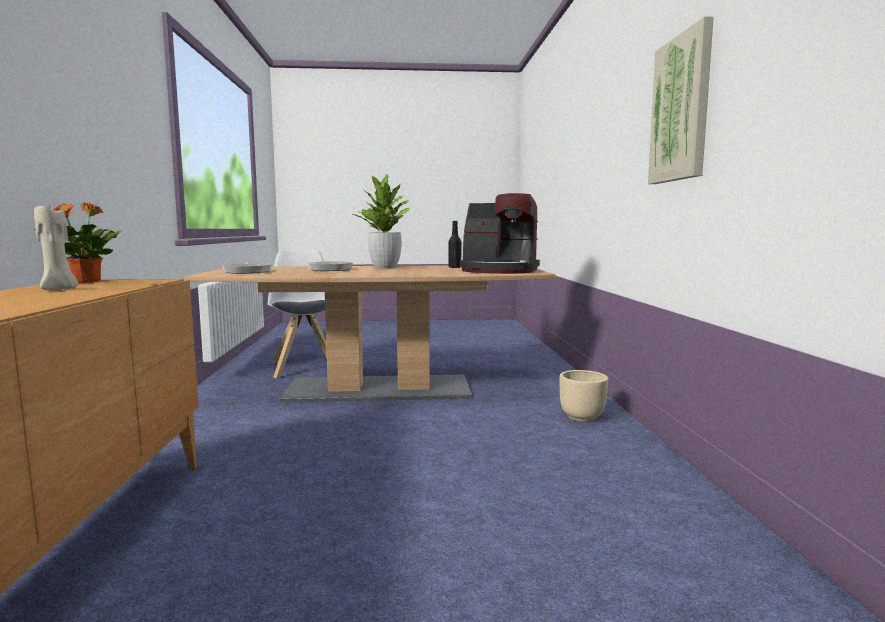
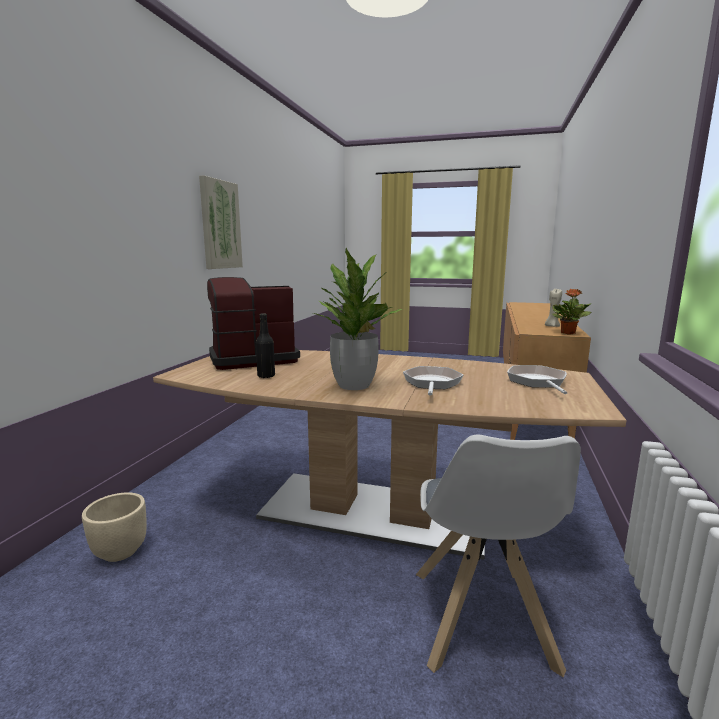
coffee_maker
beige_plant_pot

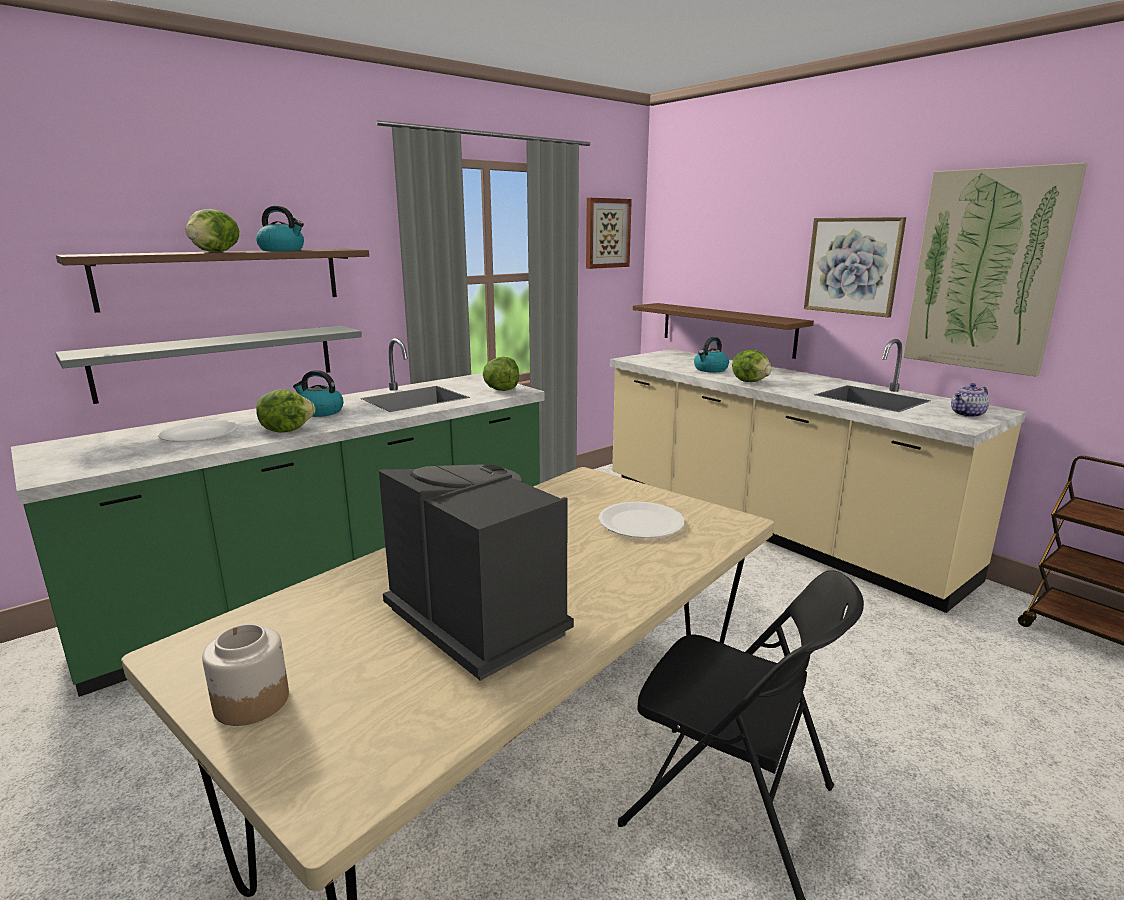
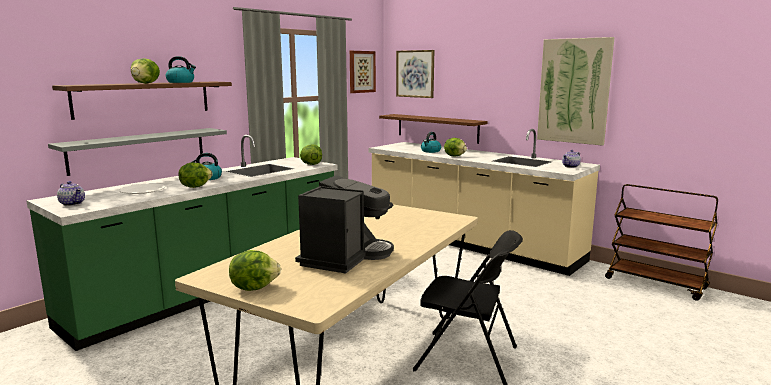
picture (2nd from left)
coffee_maker
whitish_plate (2nd from left in the first image)
lettuce_head (3rd from left)
pot_for_tea (1st from left)

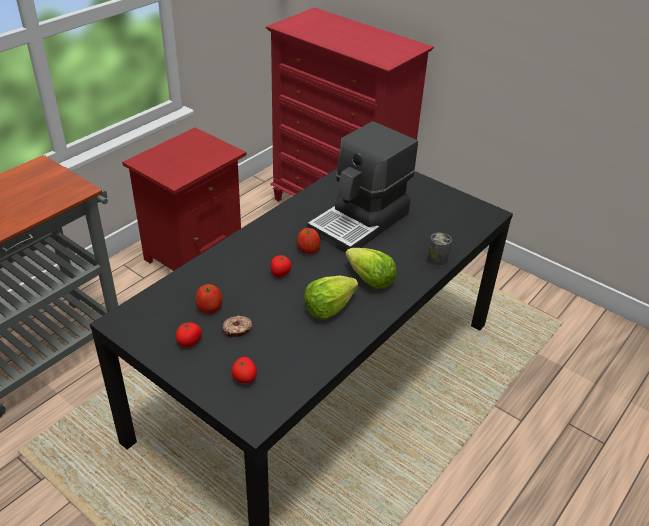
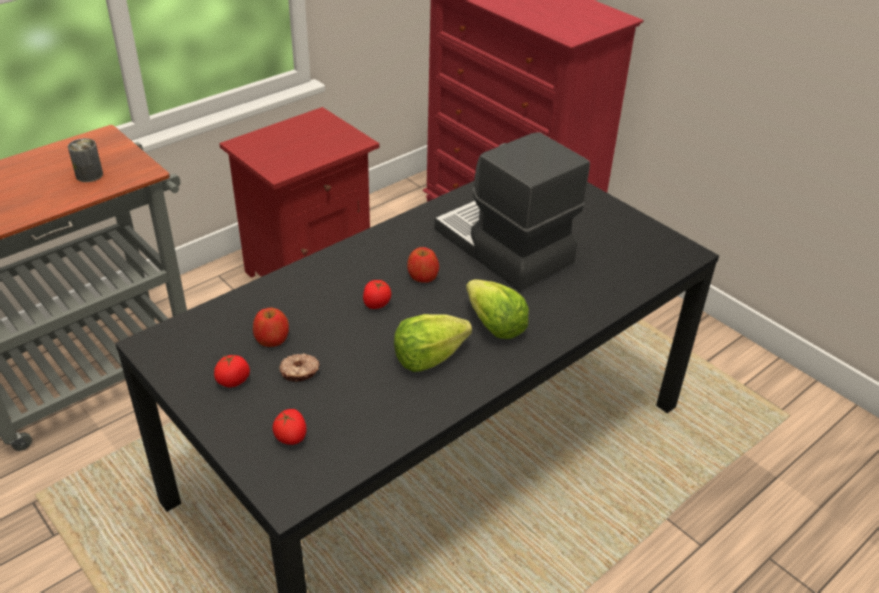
coffee_maker
metal_can

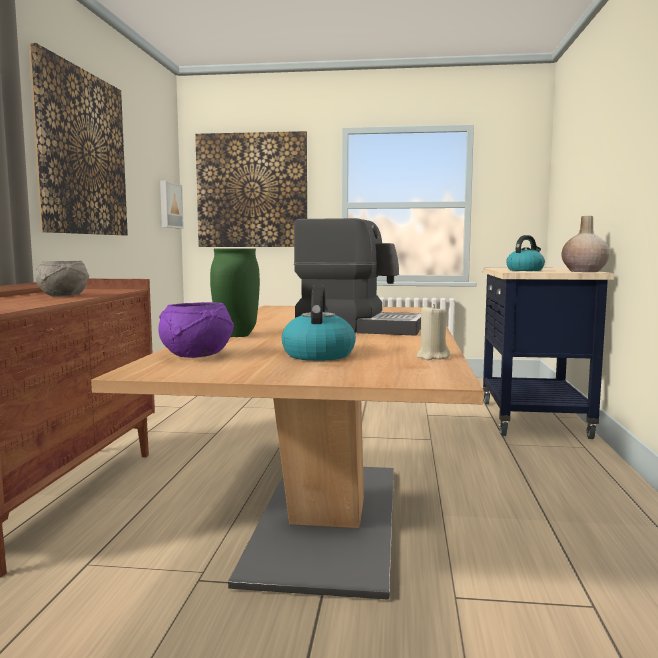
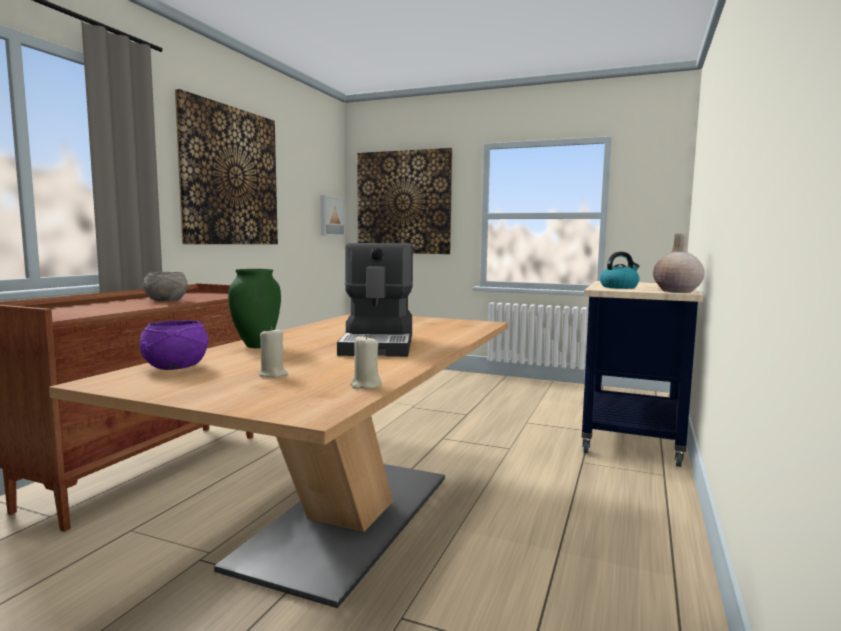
coffee_maker
beige_wax_candle (1st from left)

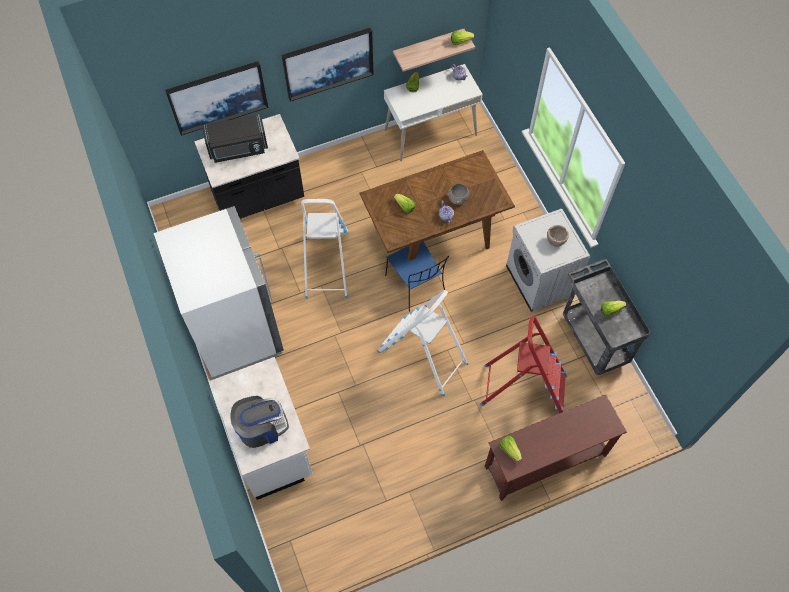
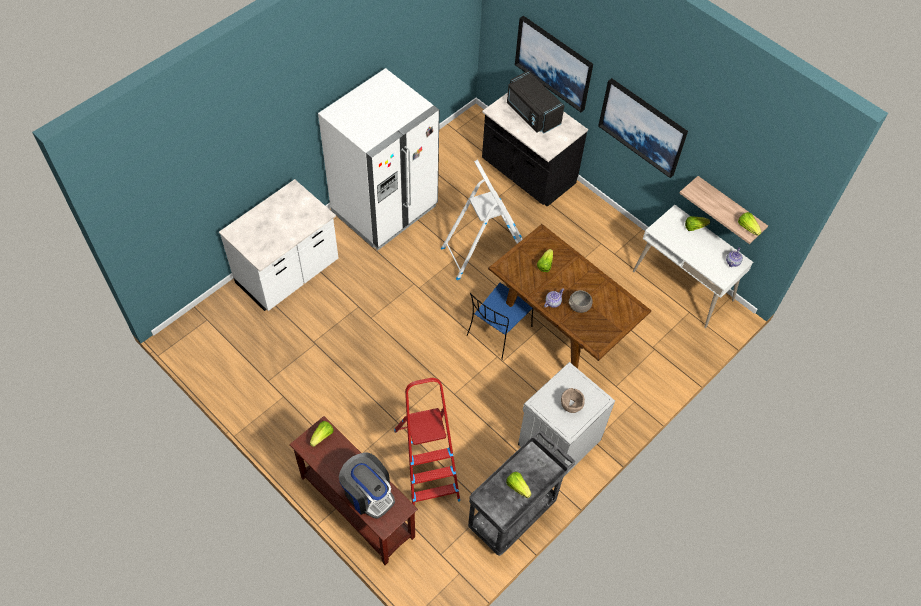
whitish_step_stool (2nd from left in the first image)
coffee_maker

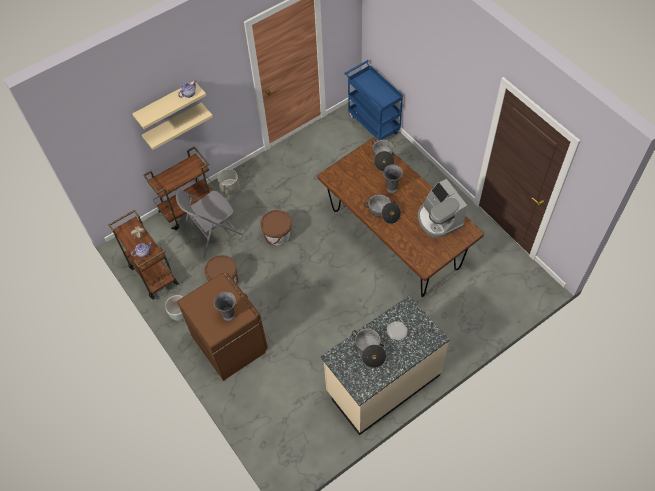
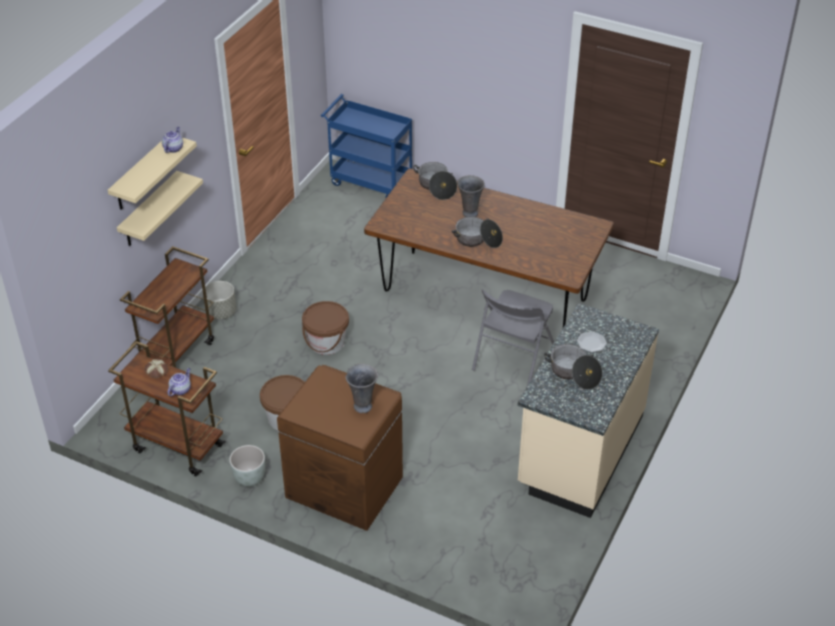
coffee_maker
greyish_chair

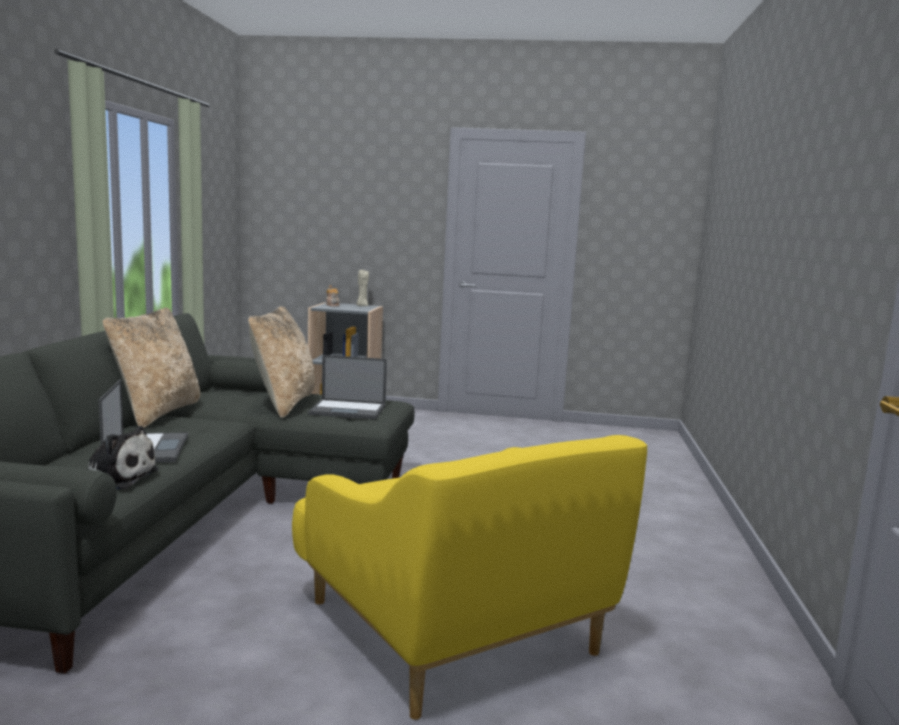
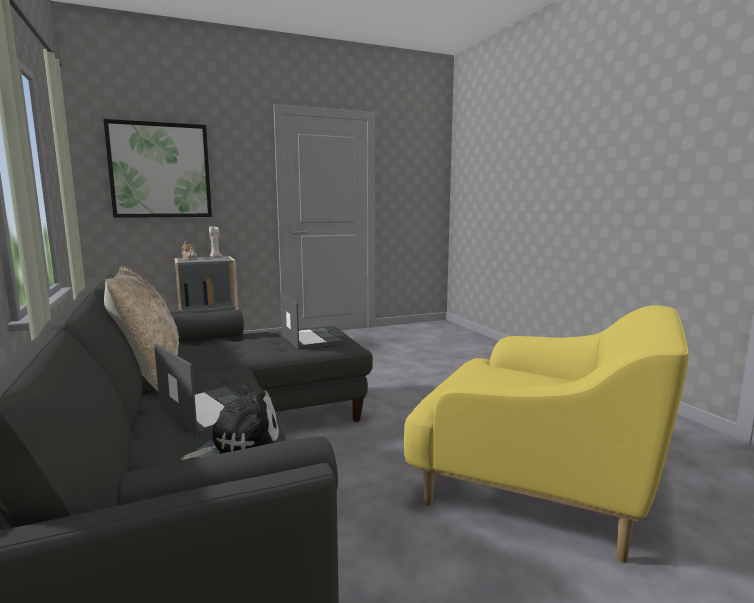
beige_cushion (2nd from left in the first image)
notebook_computer (2nd from left)
picture

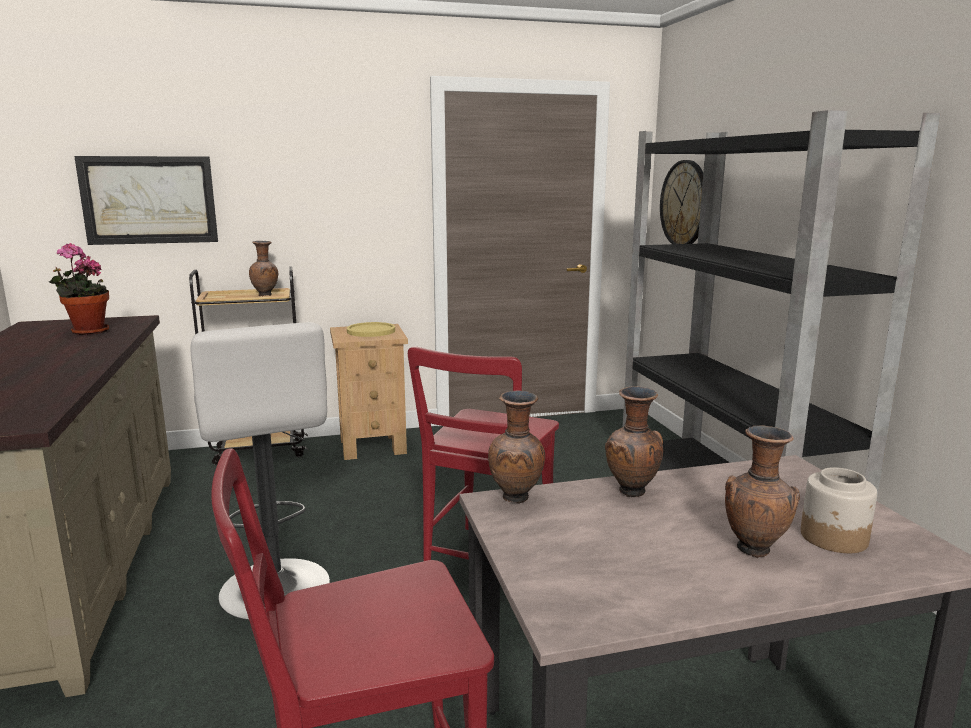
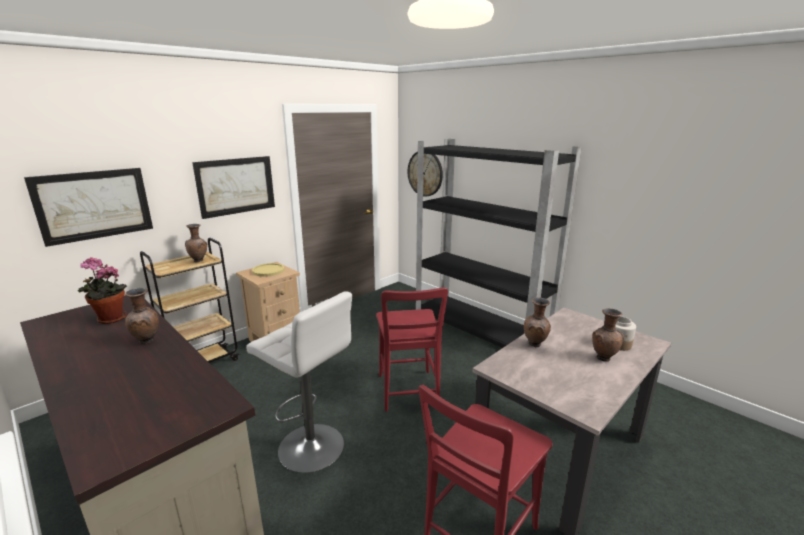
brownish_decorative_vase (1st from left)
picture (2nd from left)

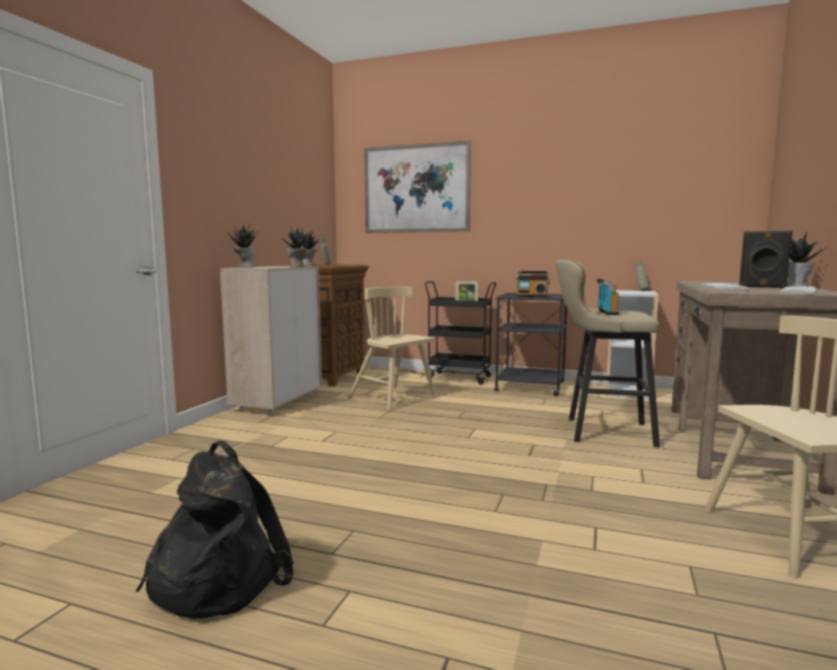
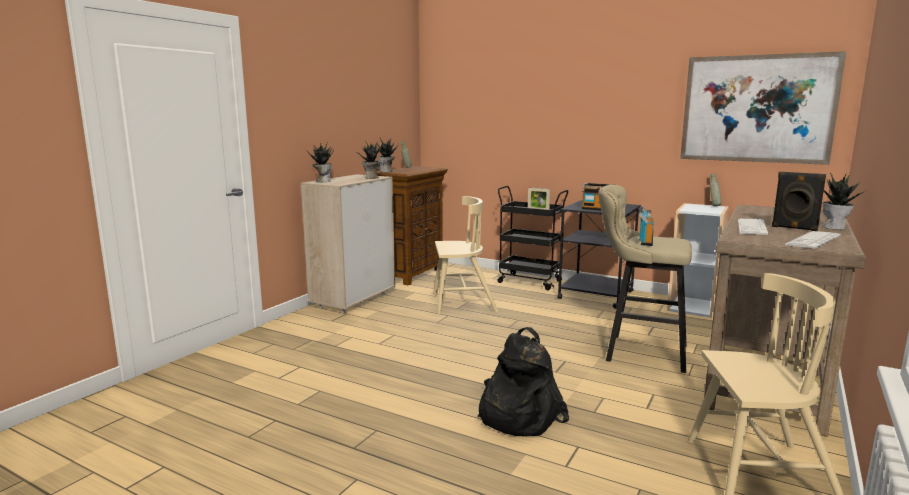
picture
beige_chair (1st from left)
blackish_rucksack

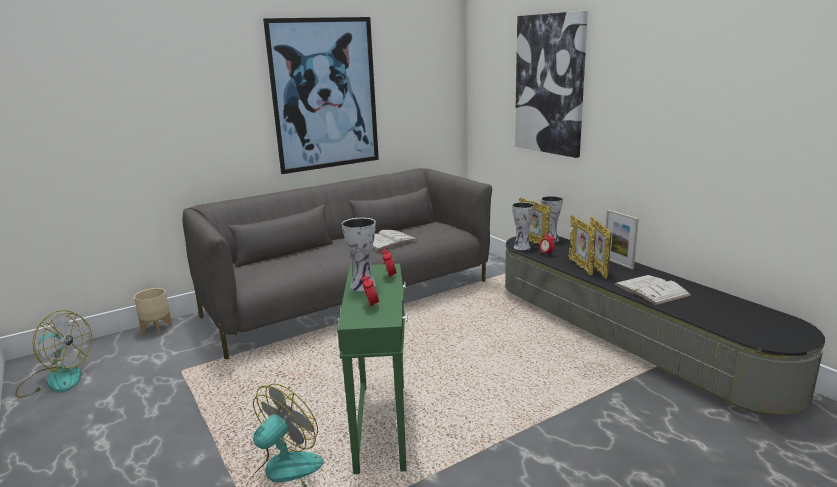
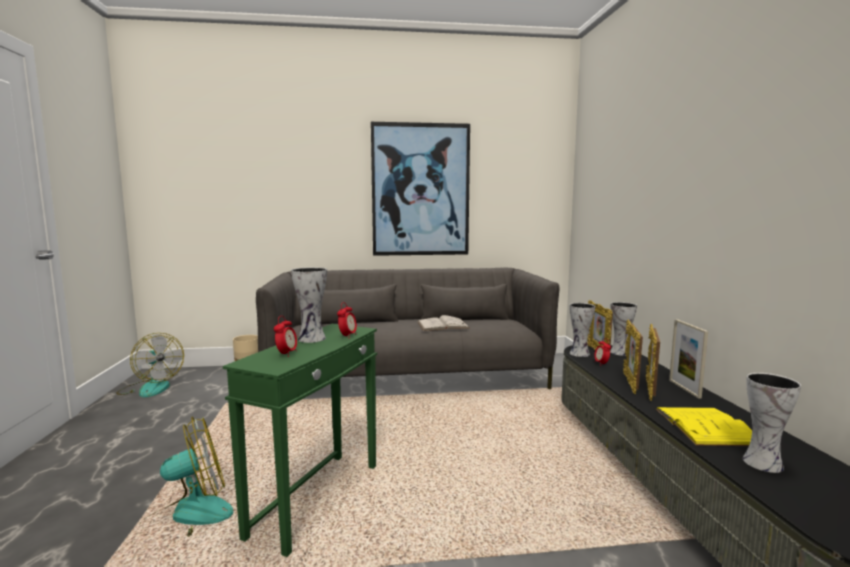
picture (2nd from left in the first image)
yellowish_bound_book
decorative_vase (4th from left)

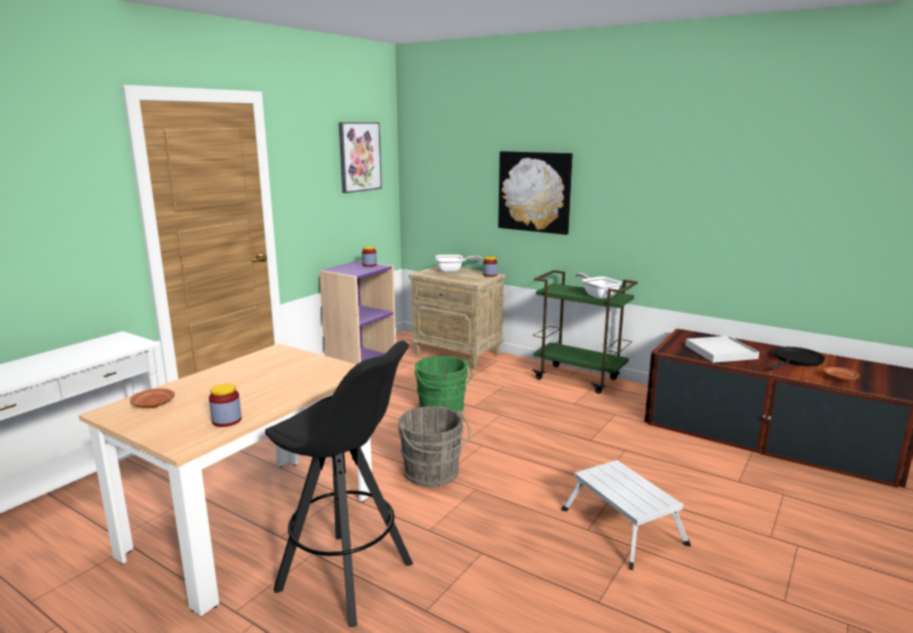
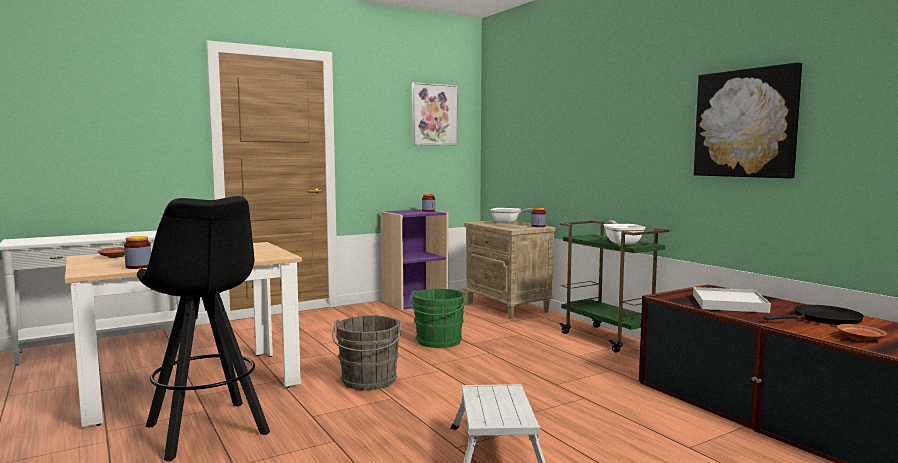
picture (2nd from left)

